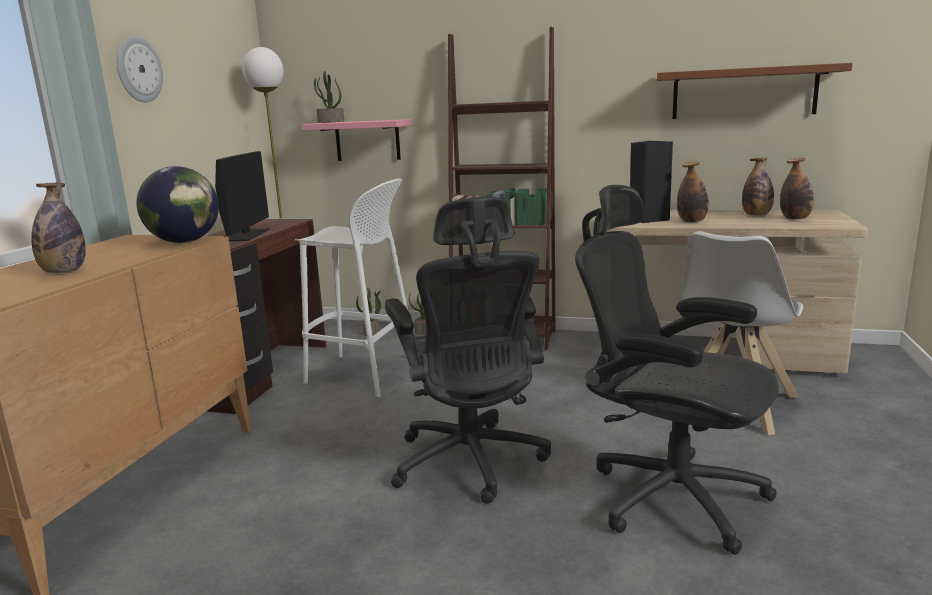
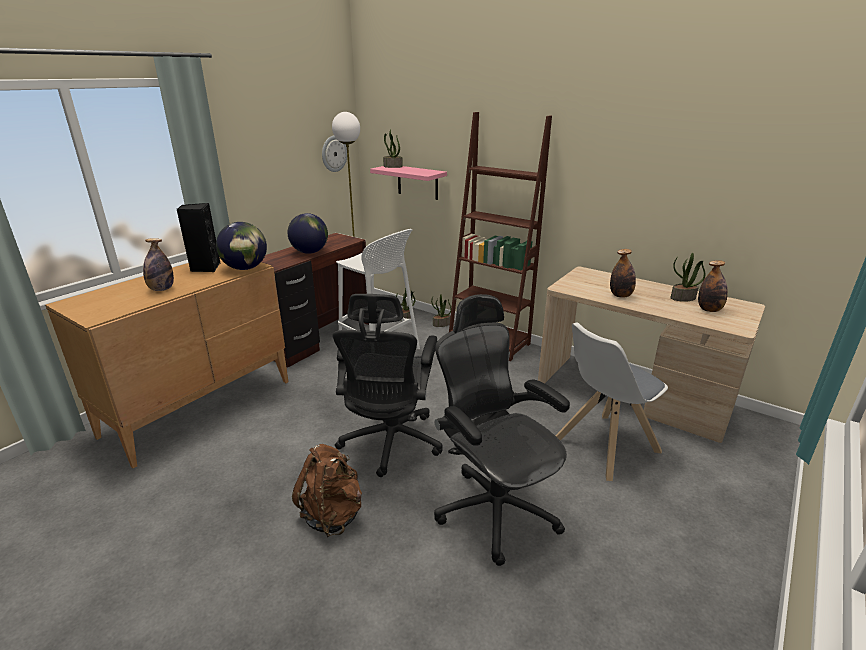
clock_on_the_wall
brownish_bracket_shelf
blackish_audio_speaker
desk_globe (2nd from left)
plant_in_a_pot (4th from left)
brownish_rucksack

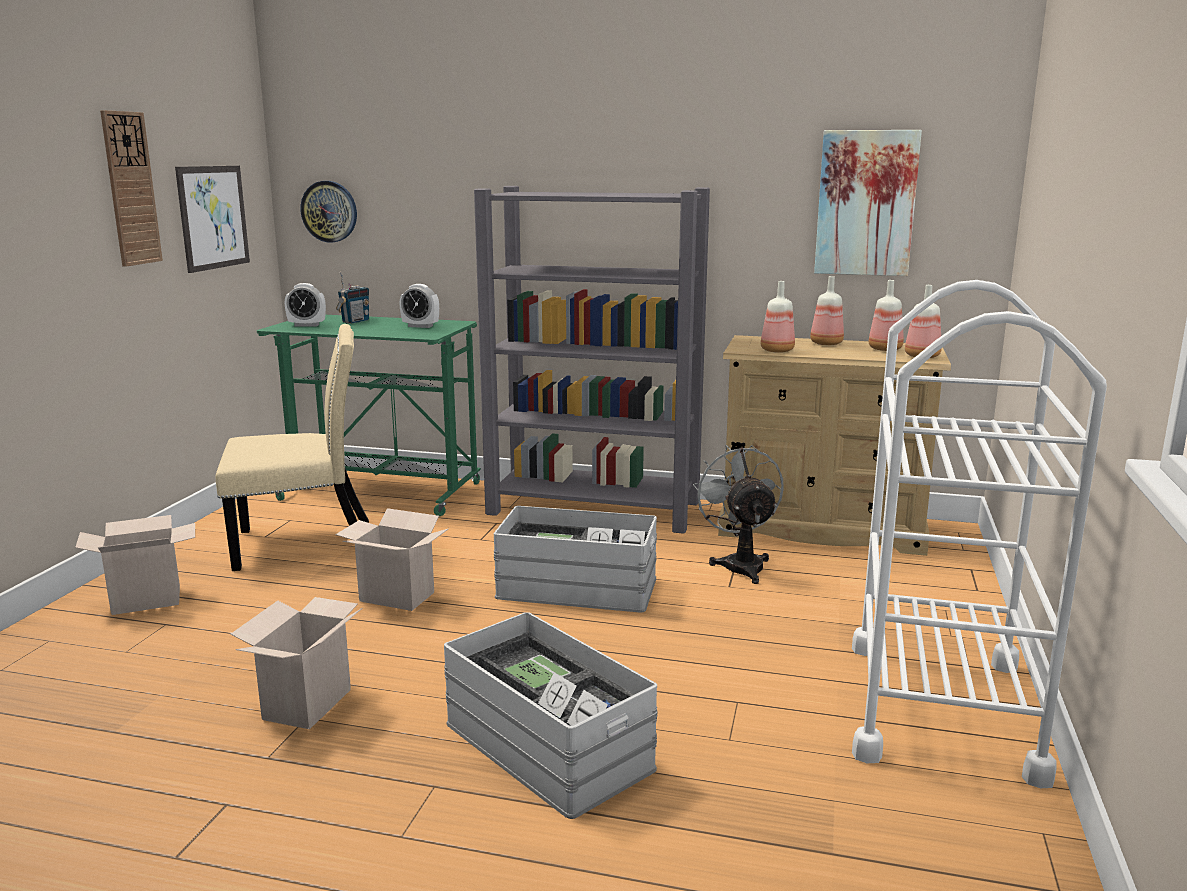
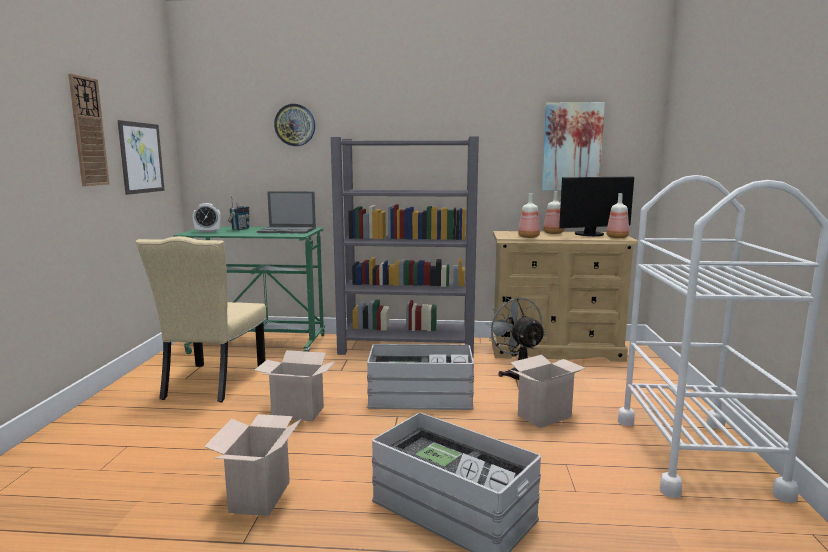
clock_on_the_wall (2nd from left)
monitor
notebook_computer
beige_chair
cardboard_box (3rd from left)

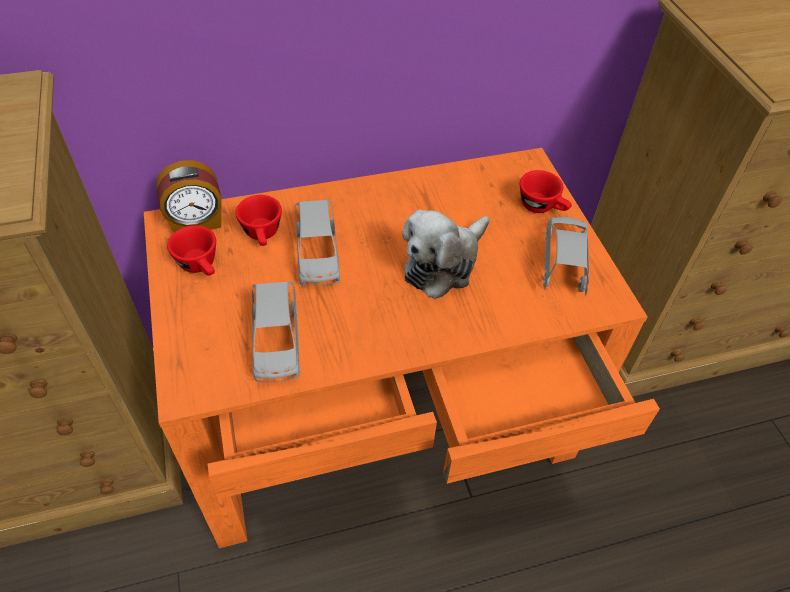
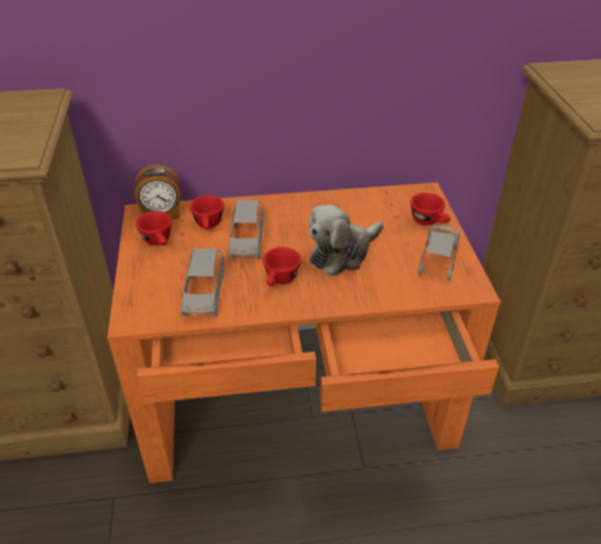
red_drinking_cup (3rd from left)

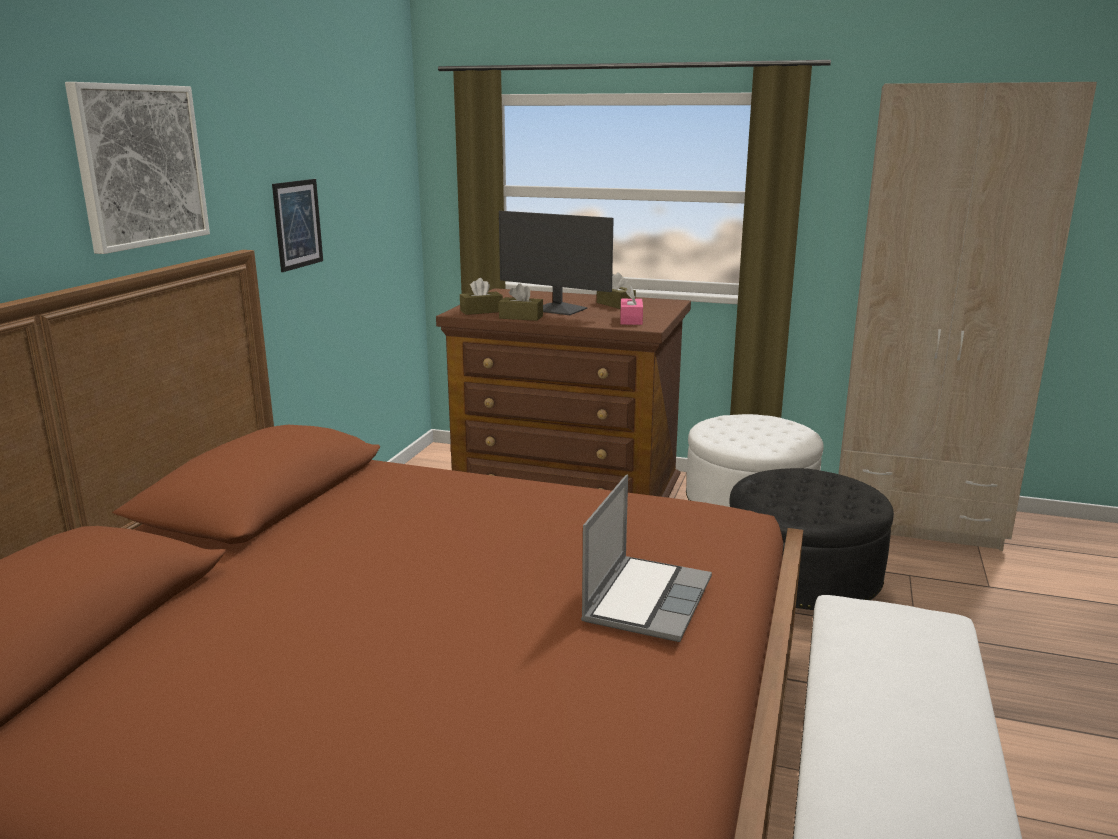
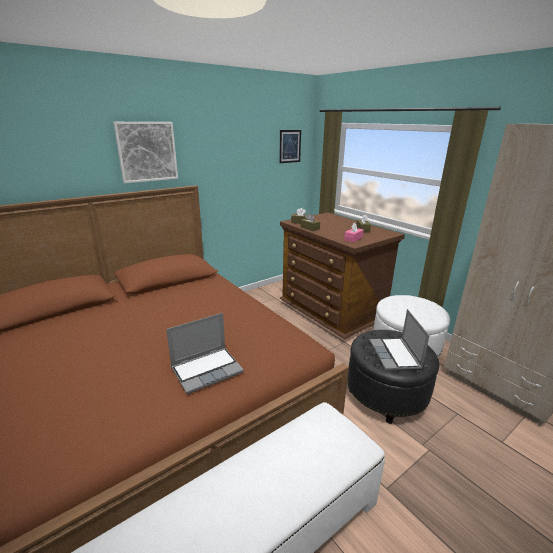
picture (2nd from left)
monitor
notebook_computer (2nd from left)

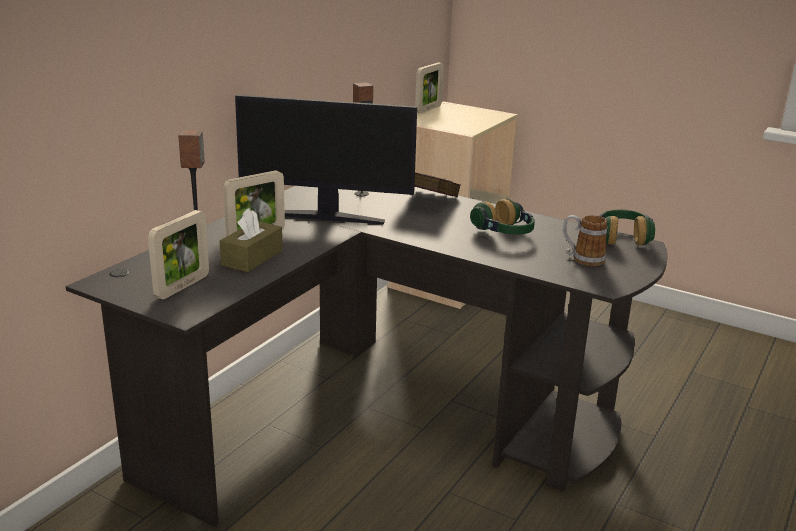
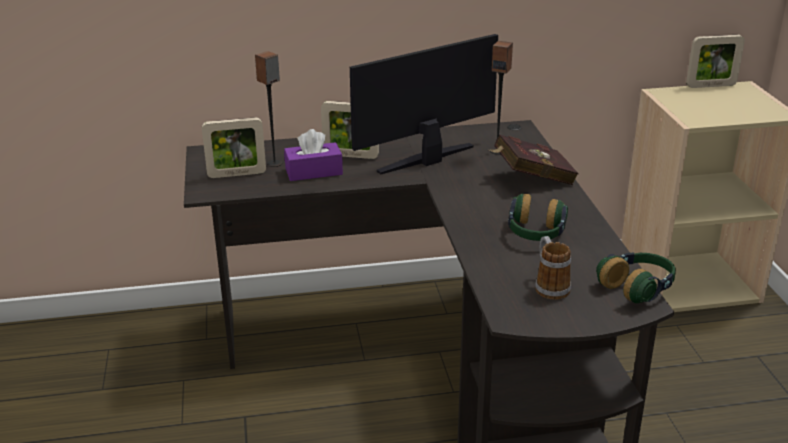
monitor
purplish_box_of_tissues

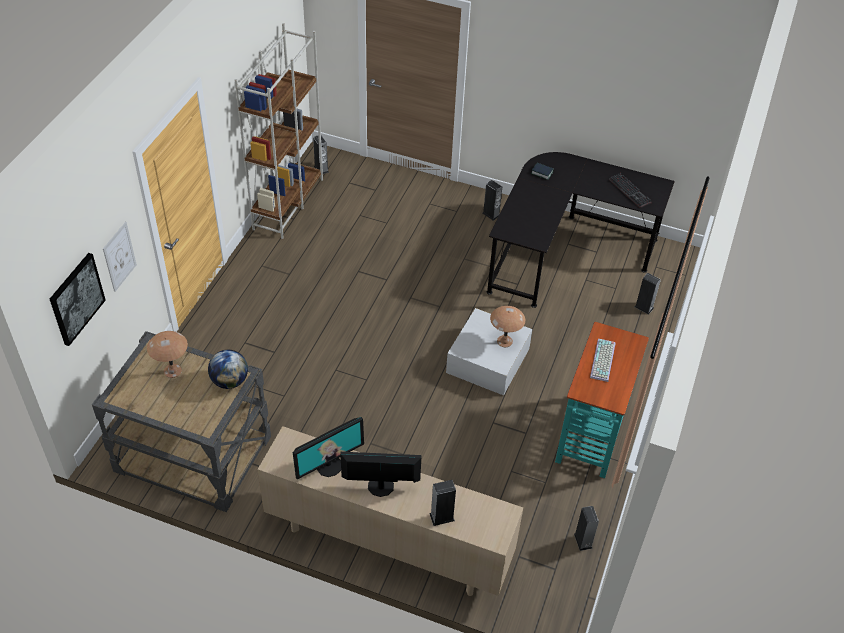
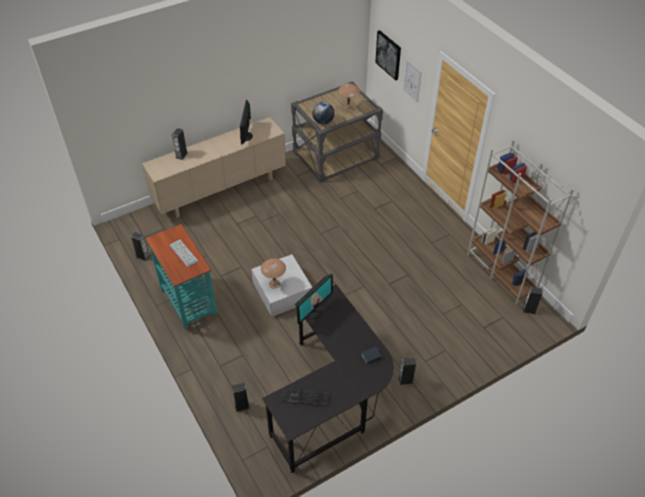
monitor (2nd from left)

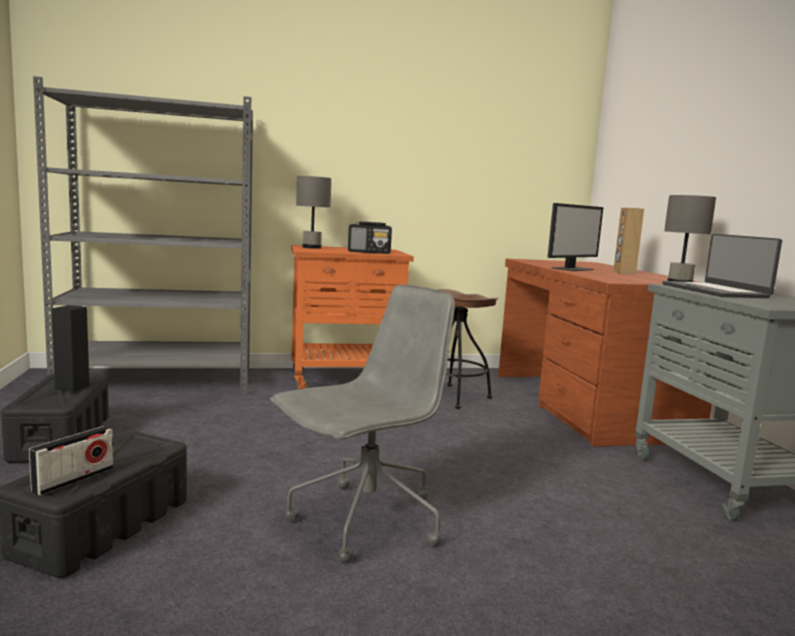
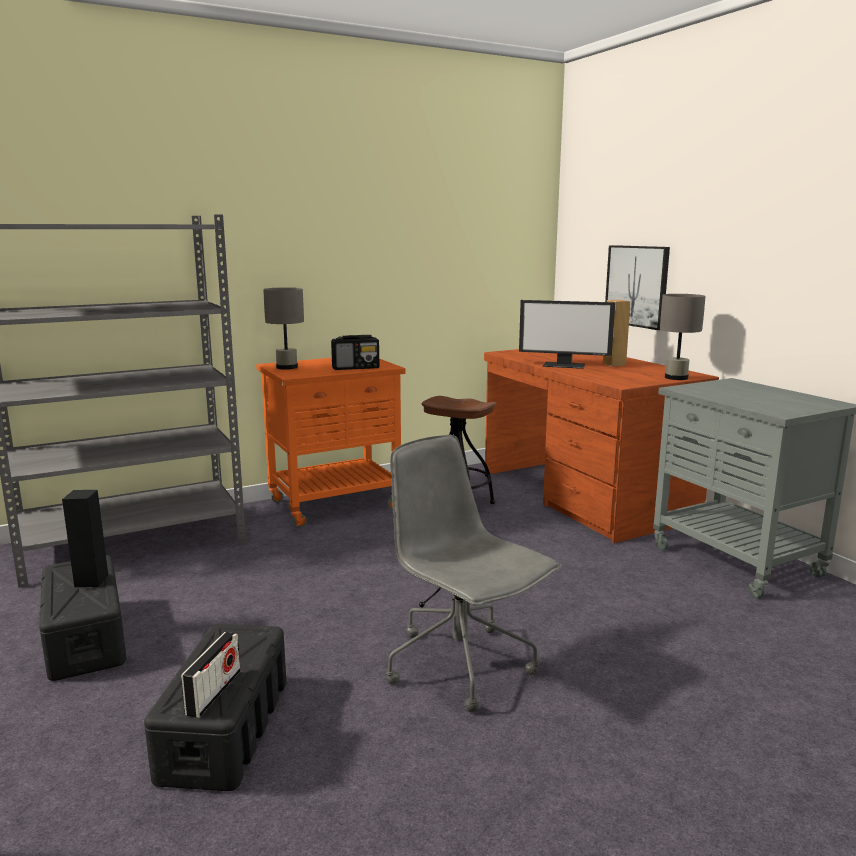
monitor
notebook_computer
greyish_desk_chair
picture

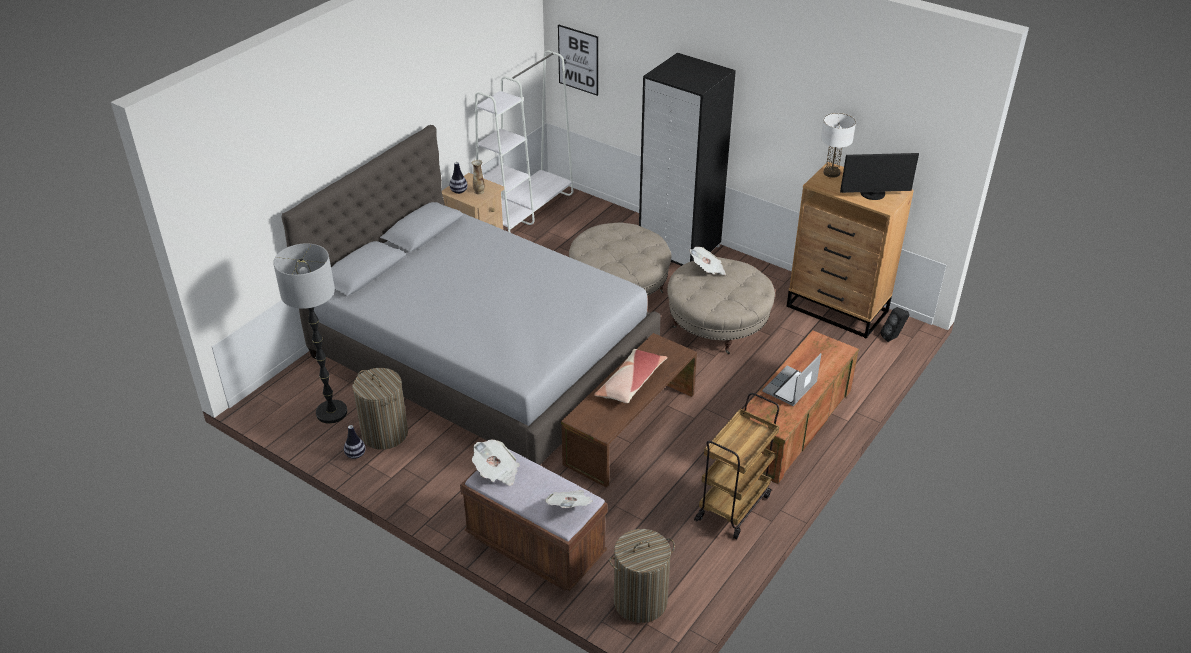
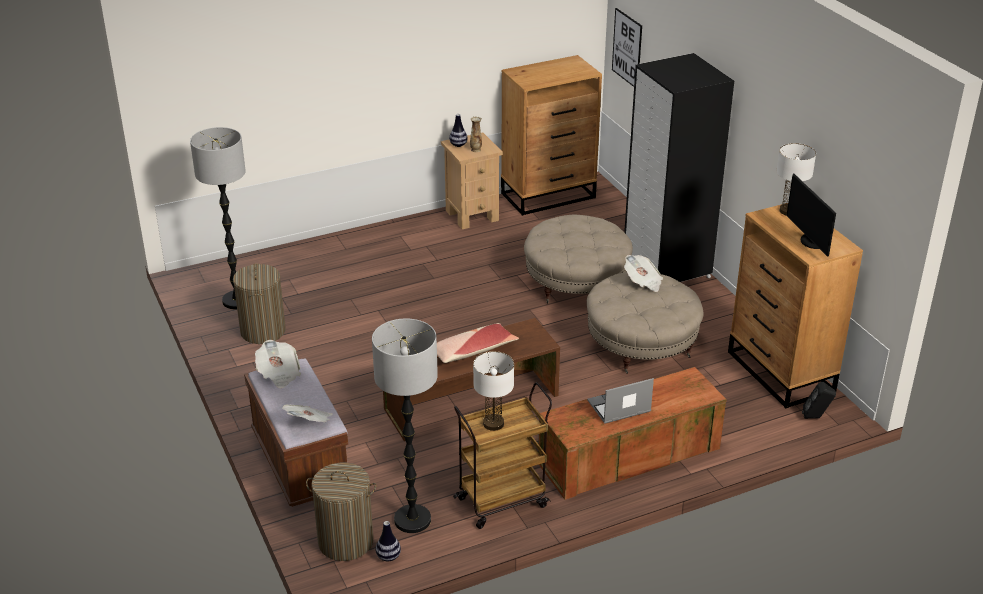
brownish_chest_of_drawers (1st from left)
greyish_sleeping_bed
monitor
decorative_vase (1st from left)
standing_lamp (2nd from left)
tabletop_lamp (1st from left)

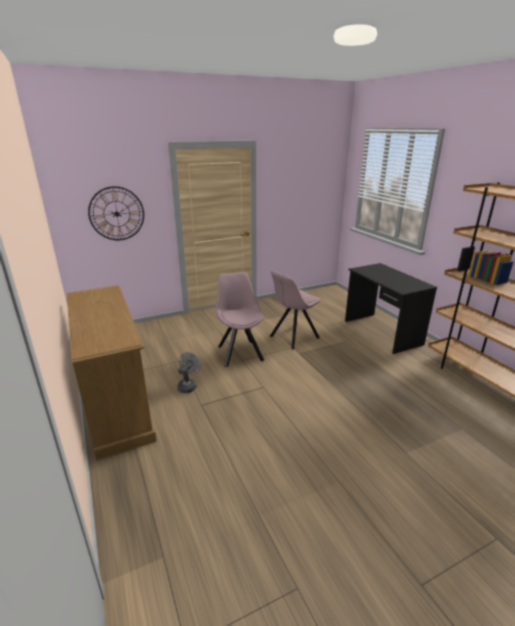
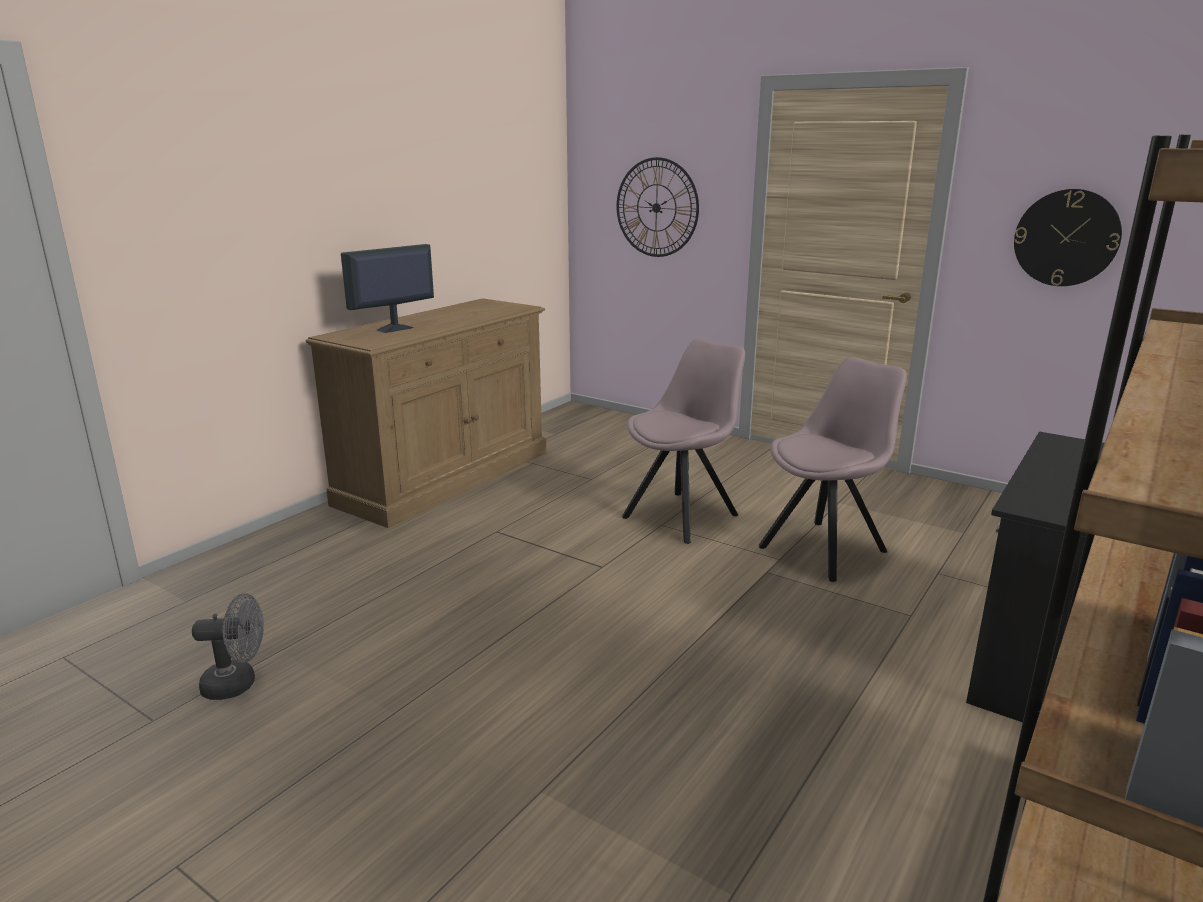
pink_chair (2nd from left)
greyish_cooling_fan
clock_on_the_wall (2nd from left)
monitor

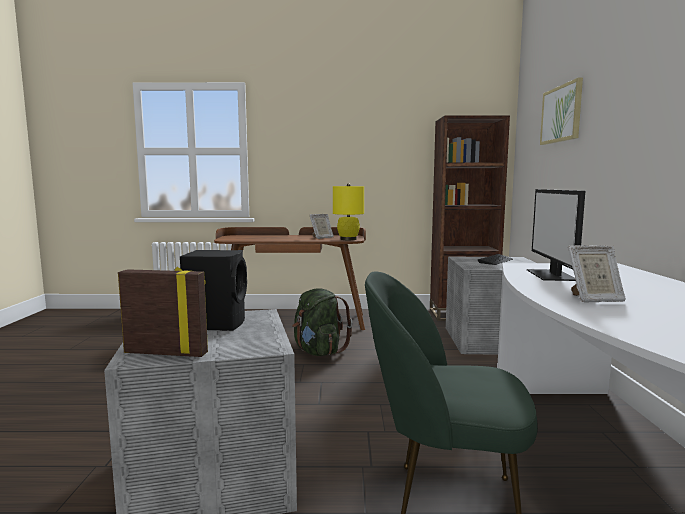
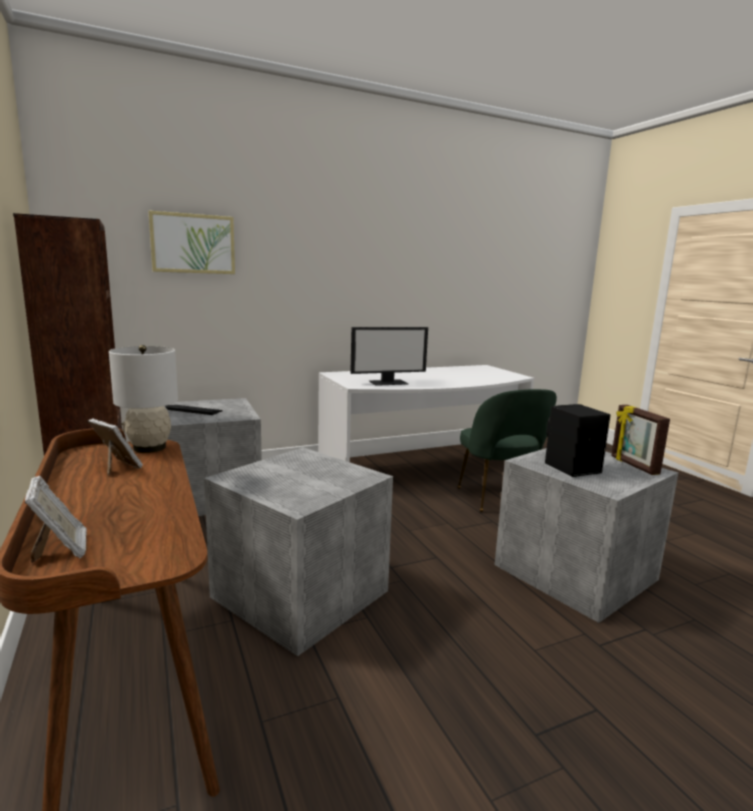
whitish_tabletop_lamp
photo_frame (1st from left)
greyish_storage_container (2nd from left)

